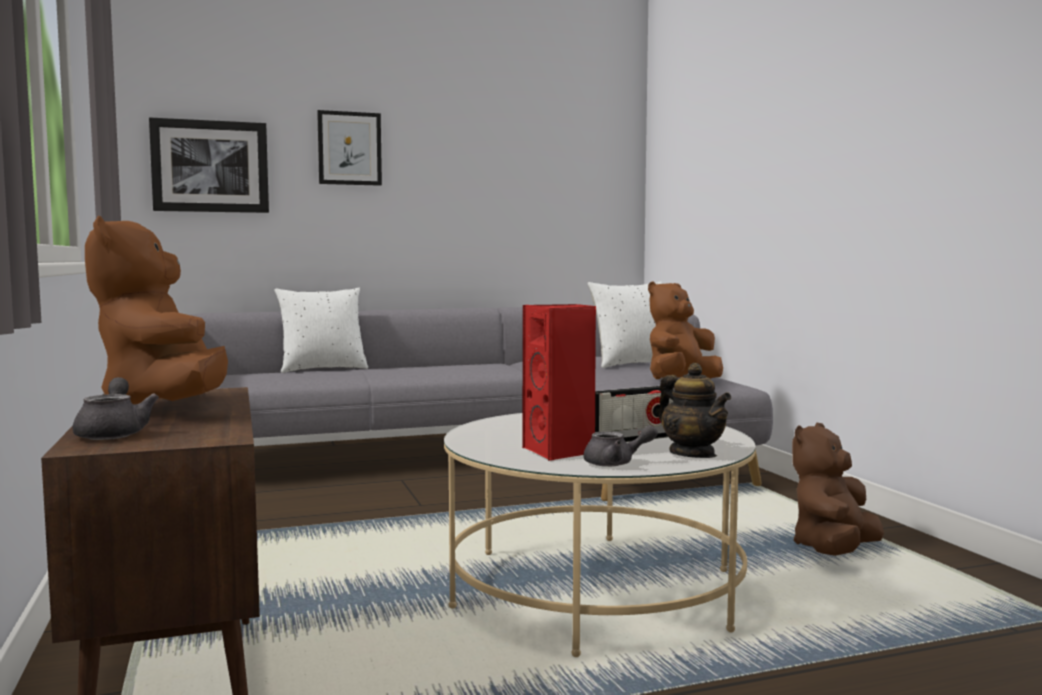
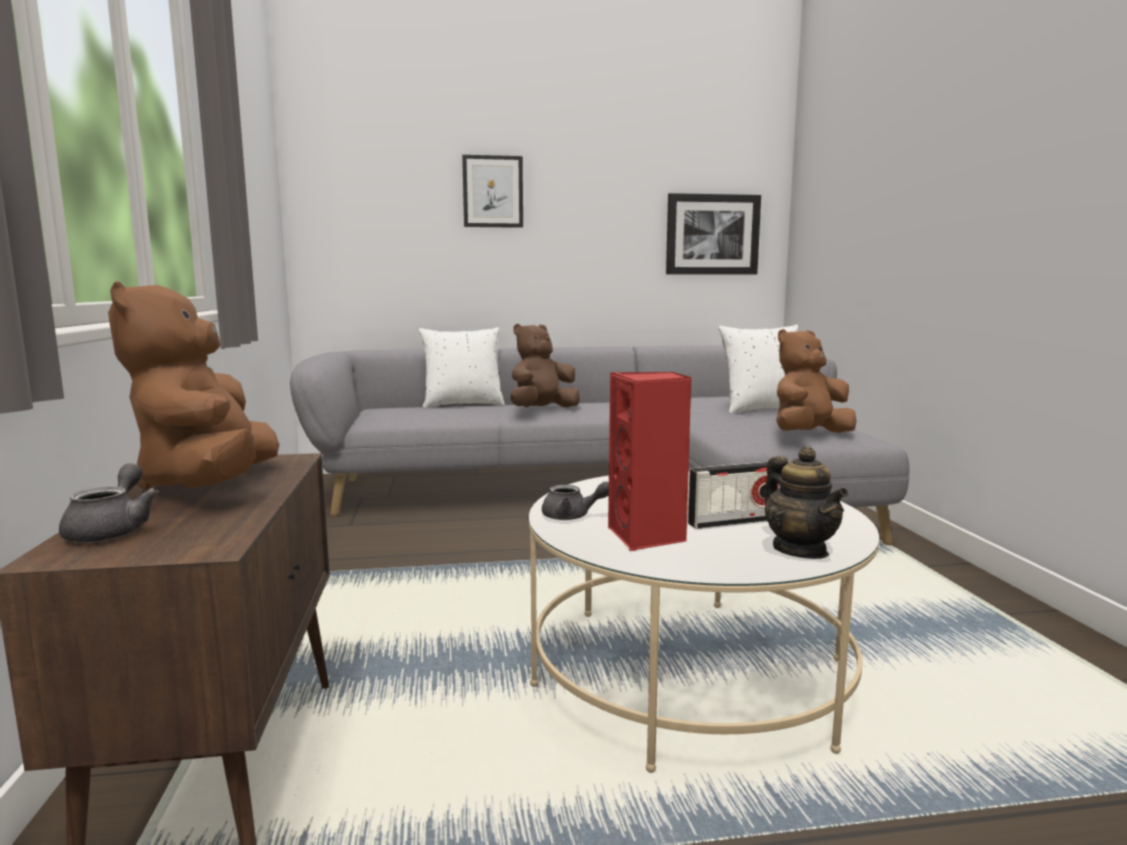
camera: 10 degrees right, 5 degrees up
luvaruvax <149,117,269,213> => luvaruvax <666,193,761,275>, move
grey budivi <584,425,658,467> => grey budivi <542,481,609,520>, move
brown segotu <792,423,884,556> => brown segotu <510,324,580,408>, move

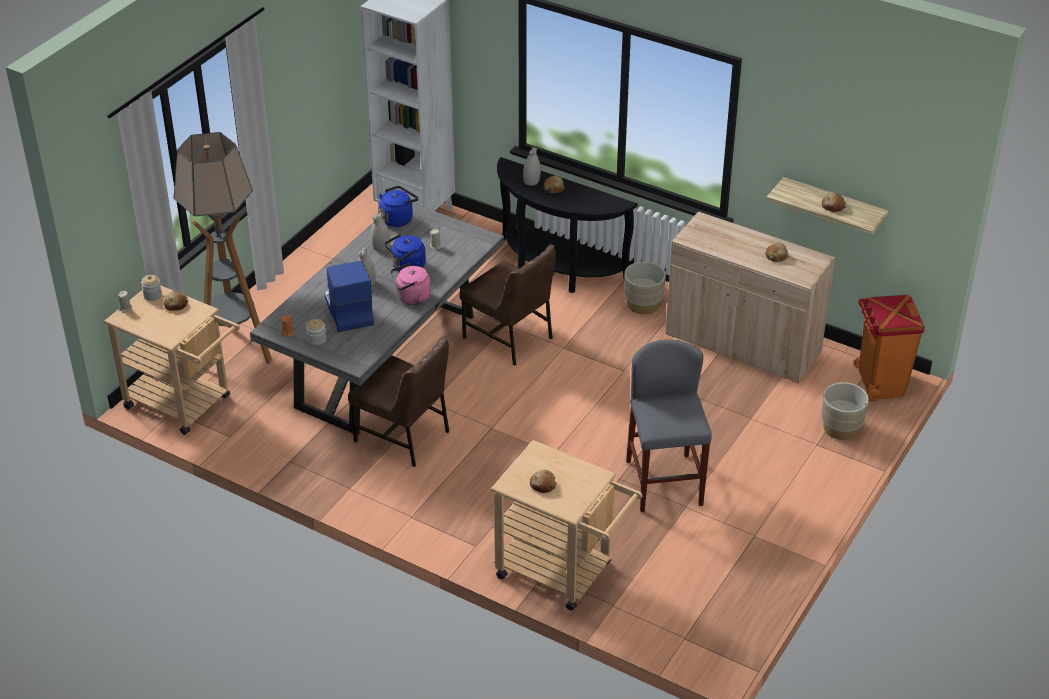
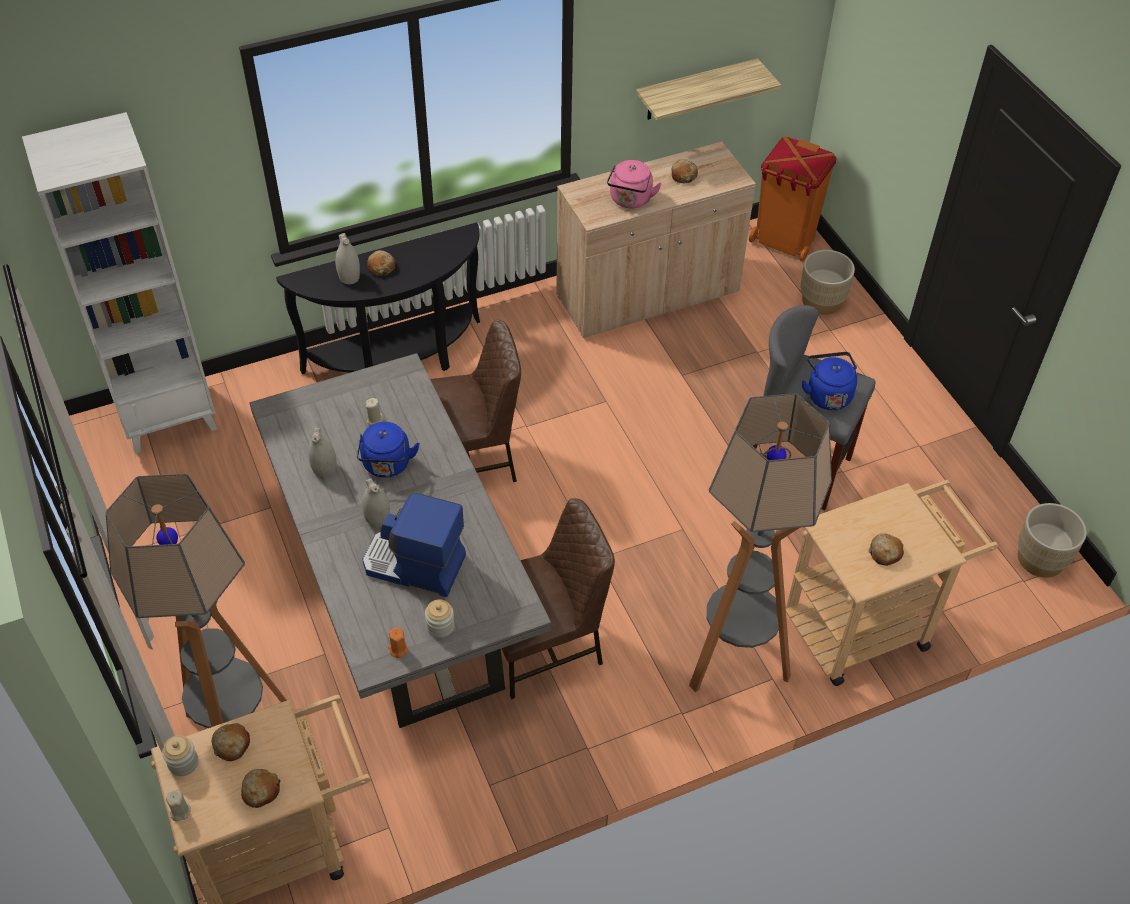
camera: 55 degrees left, 10 degrees up
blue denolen <379,186,418,227> => blue denolen <802,352,857,410>, move
pink denolen <391,263,431,305> => pink denolen <607,160,662,208>, move
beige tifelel <624,261,666,314> => beige tifelel <1018,503,1087,578>, move
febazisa <822,192,846,212> => febazisa <241,769,280,808>, move
nothing => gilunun <689,393,832,692>

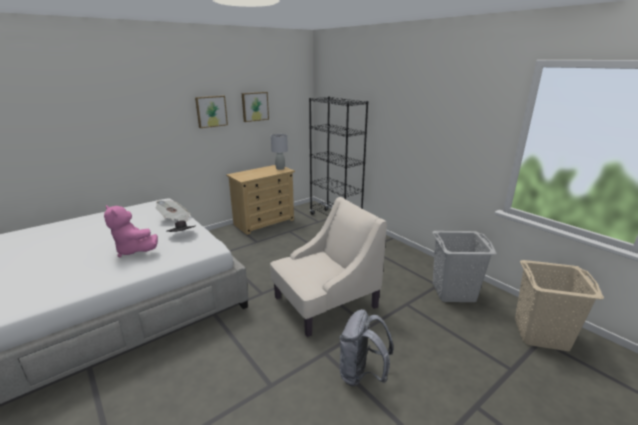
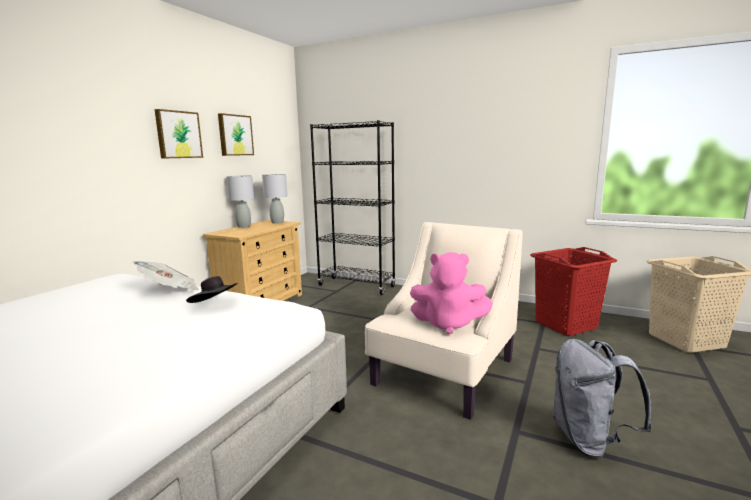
camera: 25 degrees left, 10 degrees down
pink segotu <104,205,158,257> => pink segotu <410,252,493,334>, move
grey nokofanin <432,231,497,302> => red nokofanin <530,247,618,336>
nothing => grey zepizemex <227,175,254,228>

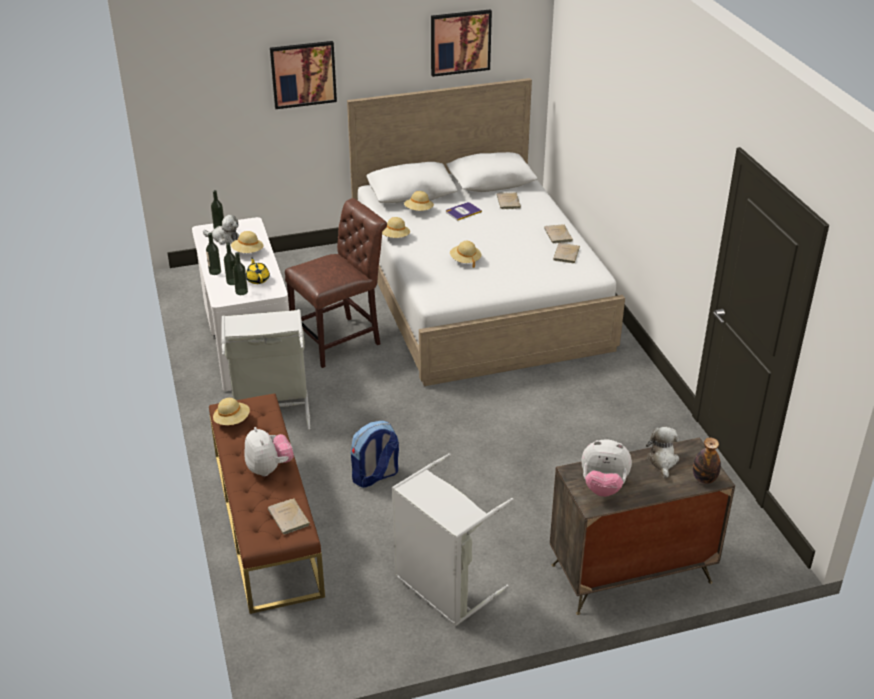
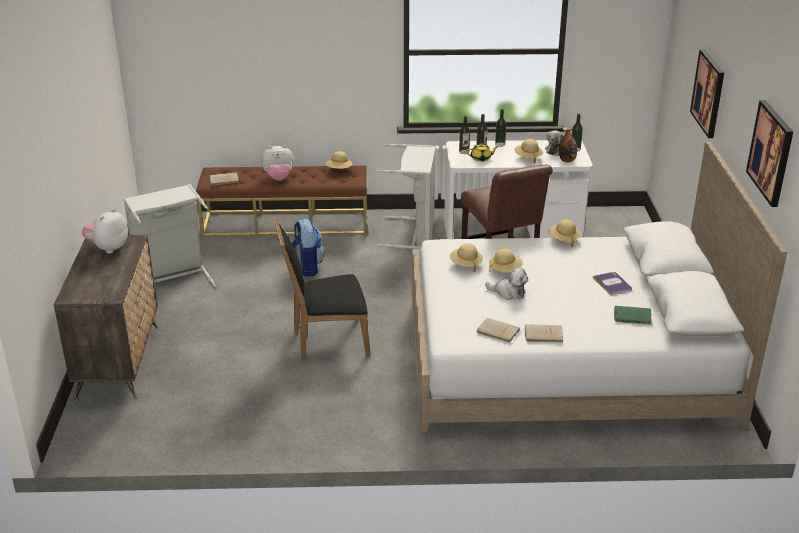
camera: 105 degrees right, 5 degrees down
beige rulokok <404,191,434,211> => beige rulokok <450,243,483,272>, move
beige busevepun <497,192,521,209> => green busevepun <614,306,652,325>
segotu <646,427,679,479> => segotu <485,268,528,300>, move
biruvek <693,438,721,484> => biruvek <559,126,577,162>, move
nothing => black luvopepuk <274,217,370,360>

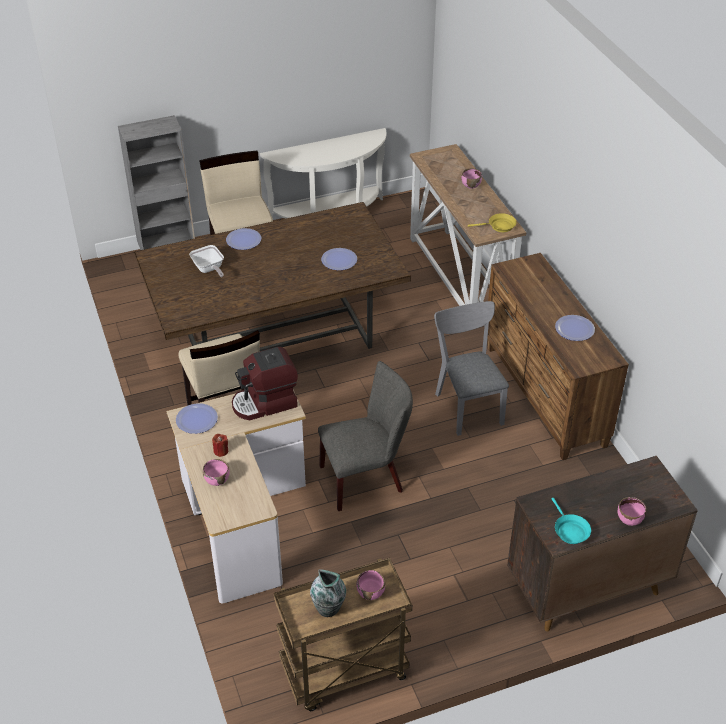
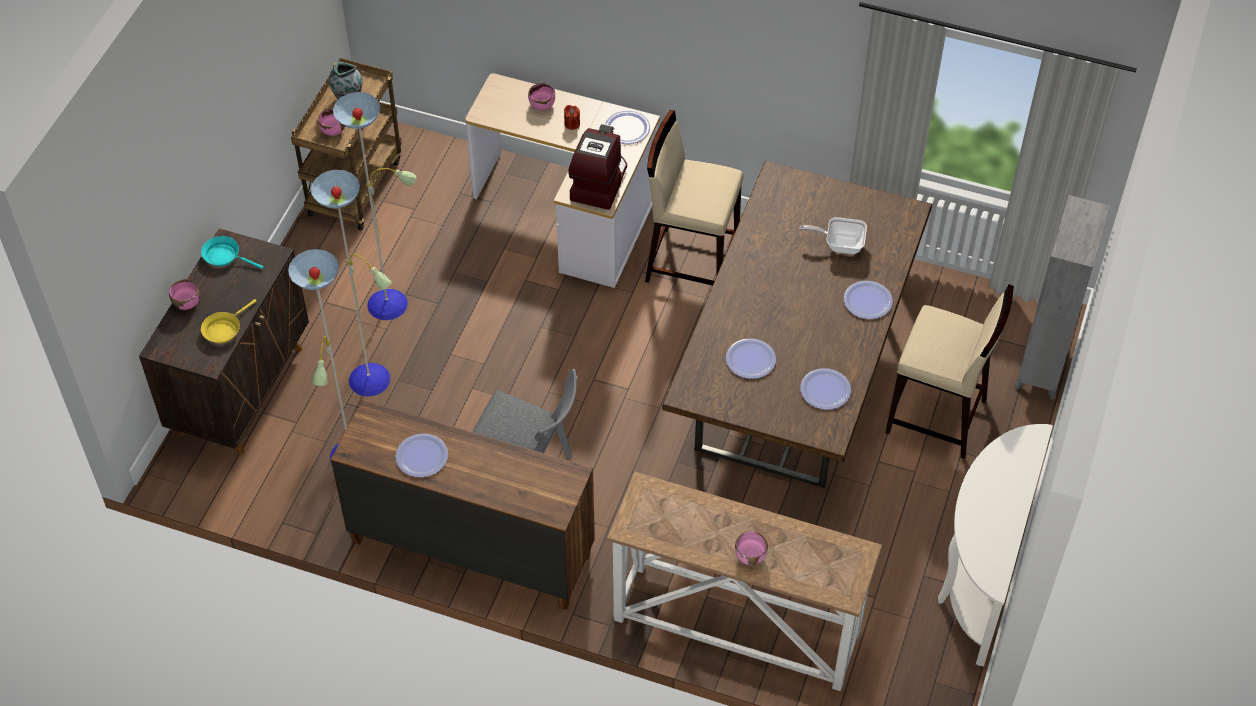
camera: 130 degrees right, 10 degrees up
grey luvopepuk <318,361,413,511> => nothing
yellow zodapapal <468,213,517,232> => yellow zodapapal <201,299,256,344>, move
nothing => gilunun <288,92,416,464>
nothing => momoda <800,368,851,410>

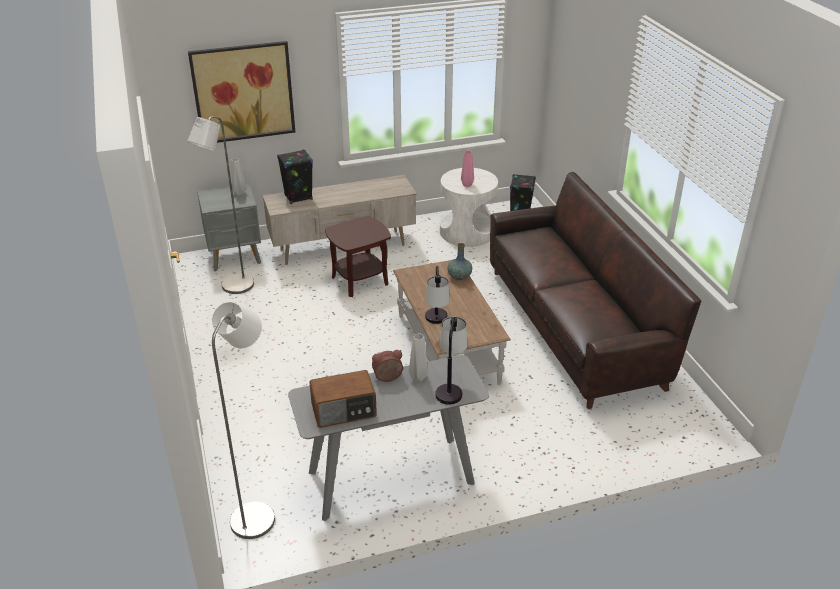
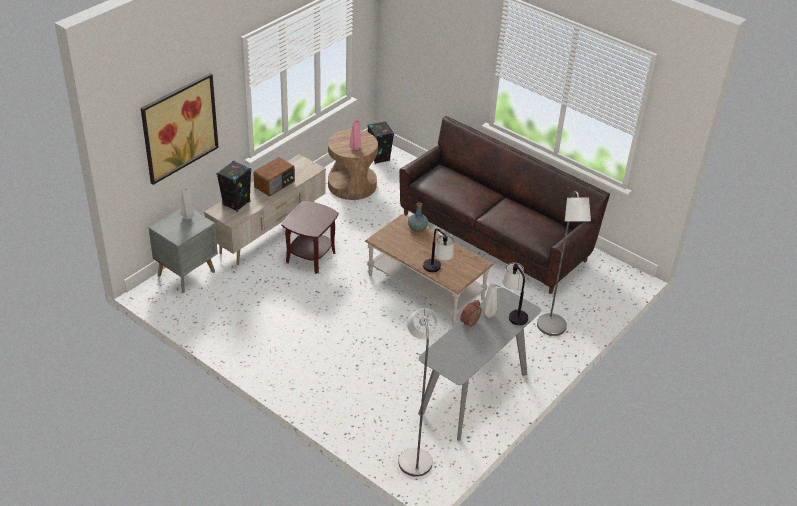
camera: 35 degrees left, 5 degrees up
grey gilunun <187,116,254,294> => grey gilunun <537,191,591,336>, move
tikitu <309,370,377,428> => tikitu <253,157,295,196>, move
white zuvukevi <440,168,498,247> => brown zuvukevi <328,129,378,200>

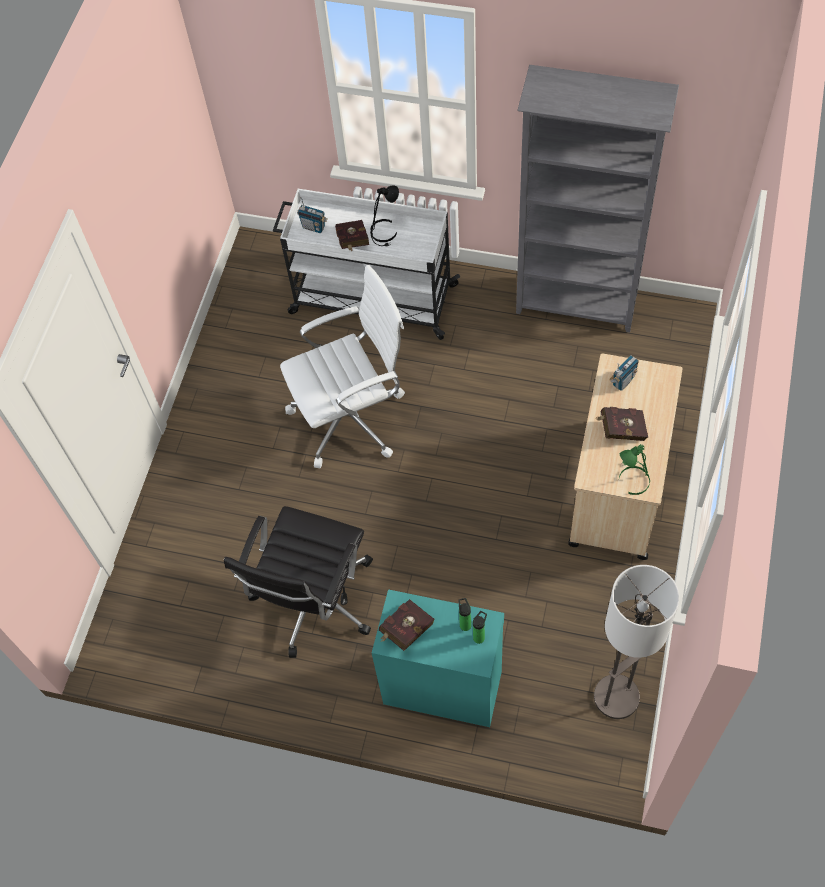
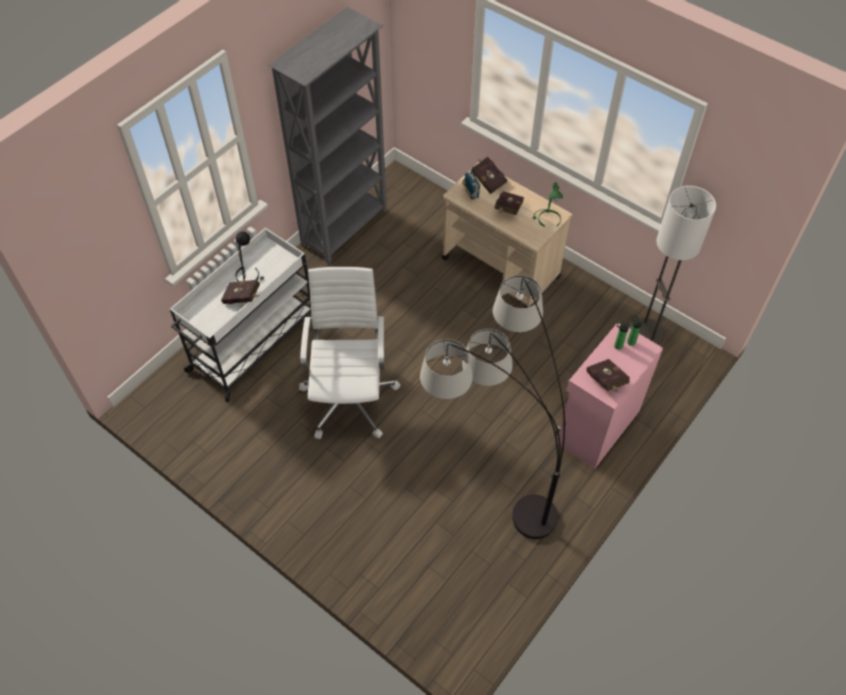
camera: 70 degrees left, 5 degrees down
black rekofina <224,506,373,658> => gilunun <420,275,566,539>
tikitu <297,197,328,233> => nothing
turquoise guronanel <372,589,504,727> => pink guronanel <556,321,663,469>
nothing => red busevepun <470,157,508,194>

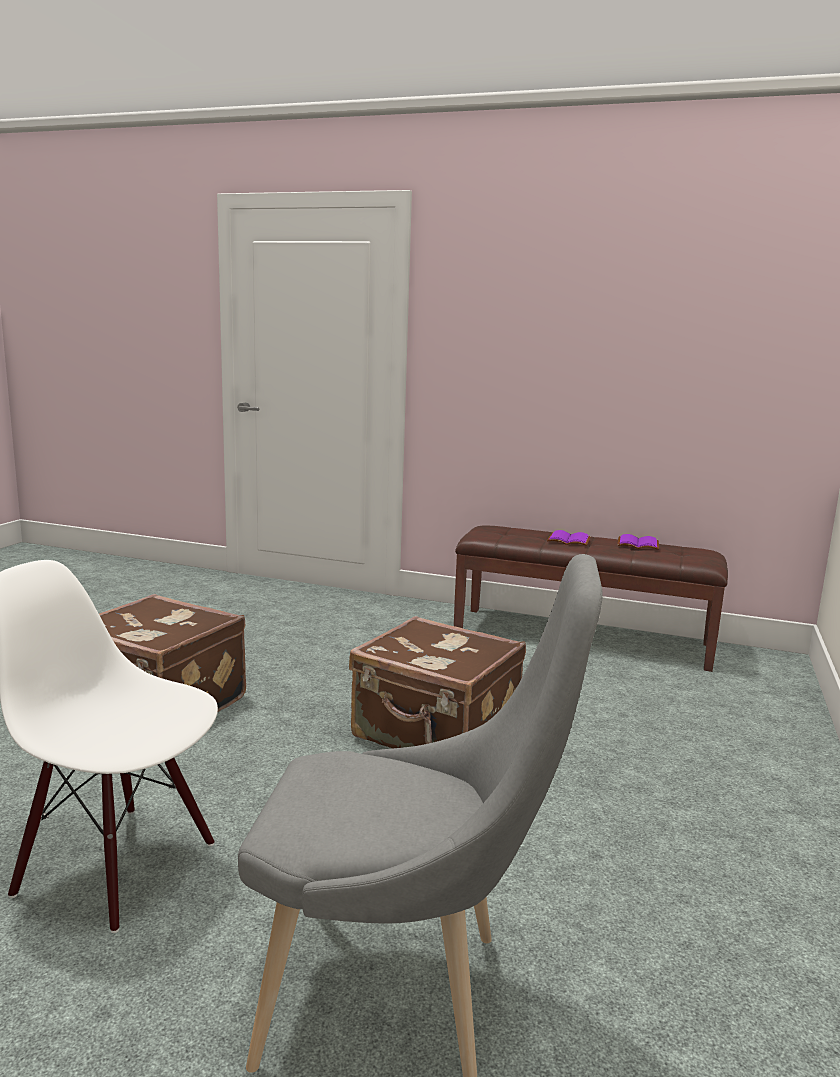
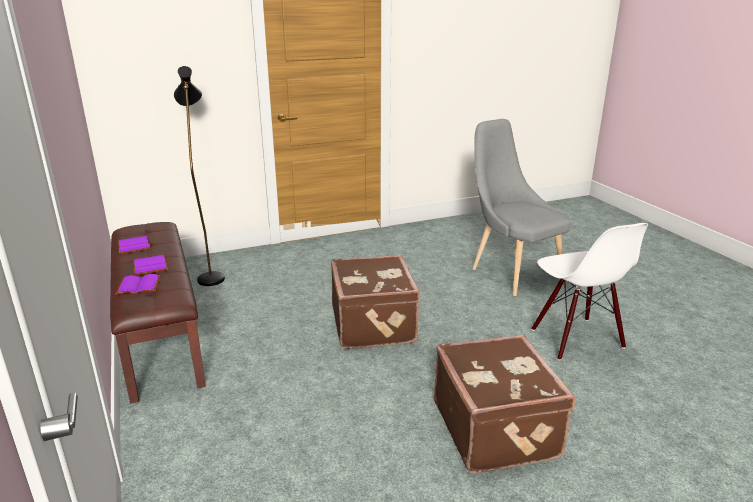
camera: 130 degrees left, 10 degrees up
nothing => purple busevepun <116,274,161,295>
nothing => black gilunun <174,66,225,286>

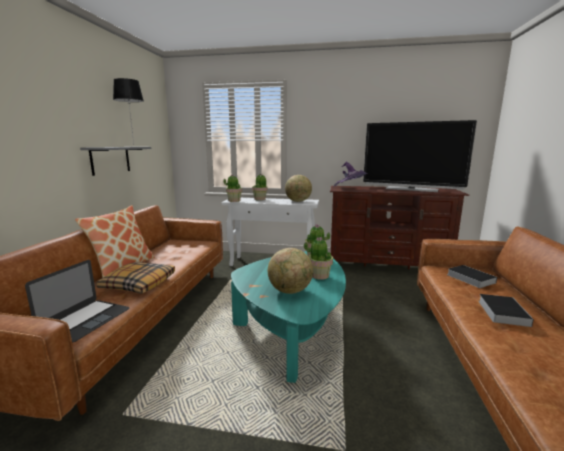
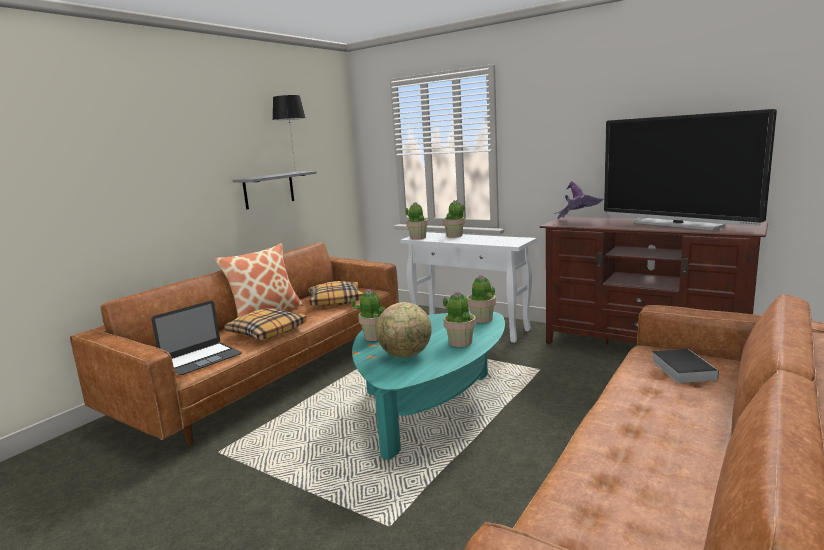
camera: 25 degrees right, 0 degrees up
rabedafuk <285,175,312,202> => nothing
busevepun <479,294,534,327> => nothing
nothing => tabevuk <308,281,363,306>
nothing => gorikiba <350,289,385,341>

